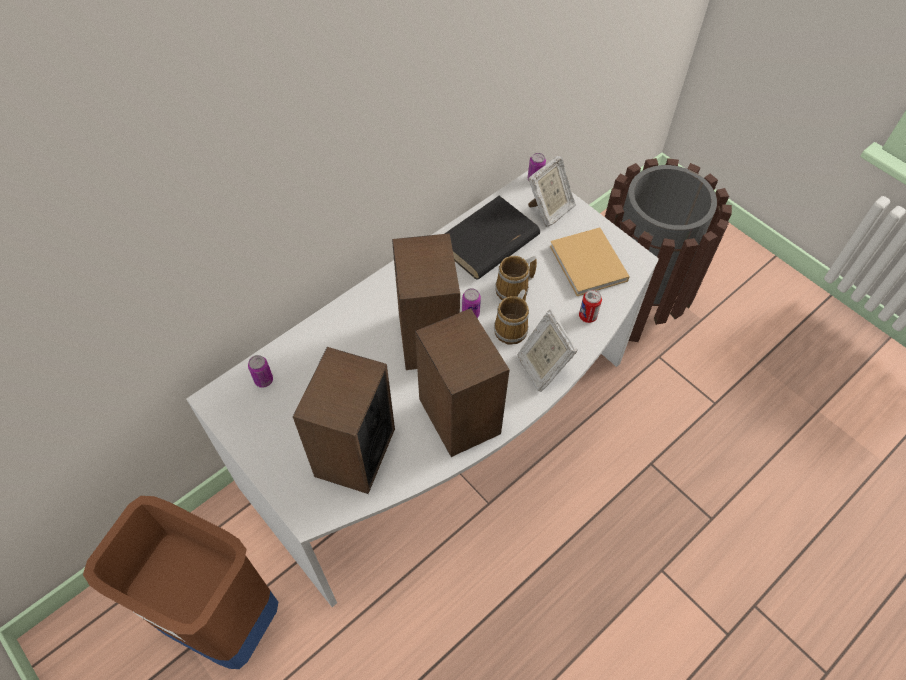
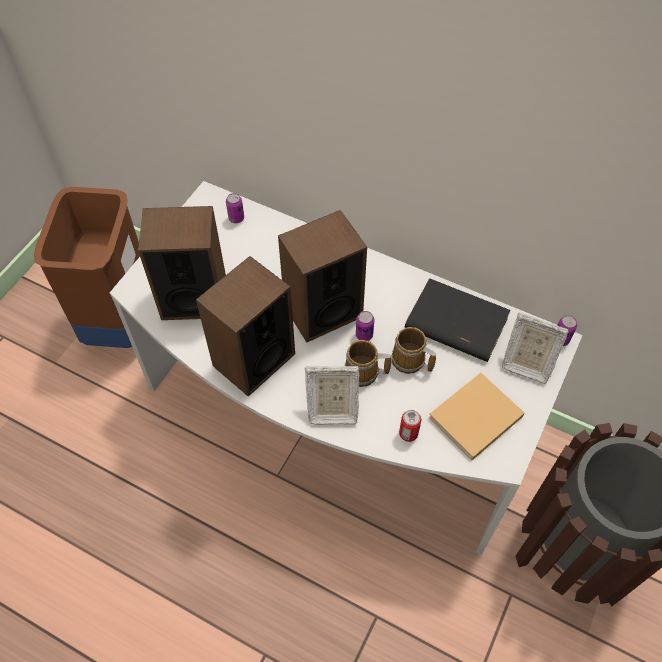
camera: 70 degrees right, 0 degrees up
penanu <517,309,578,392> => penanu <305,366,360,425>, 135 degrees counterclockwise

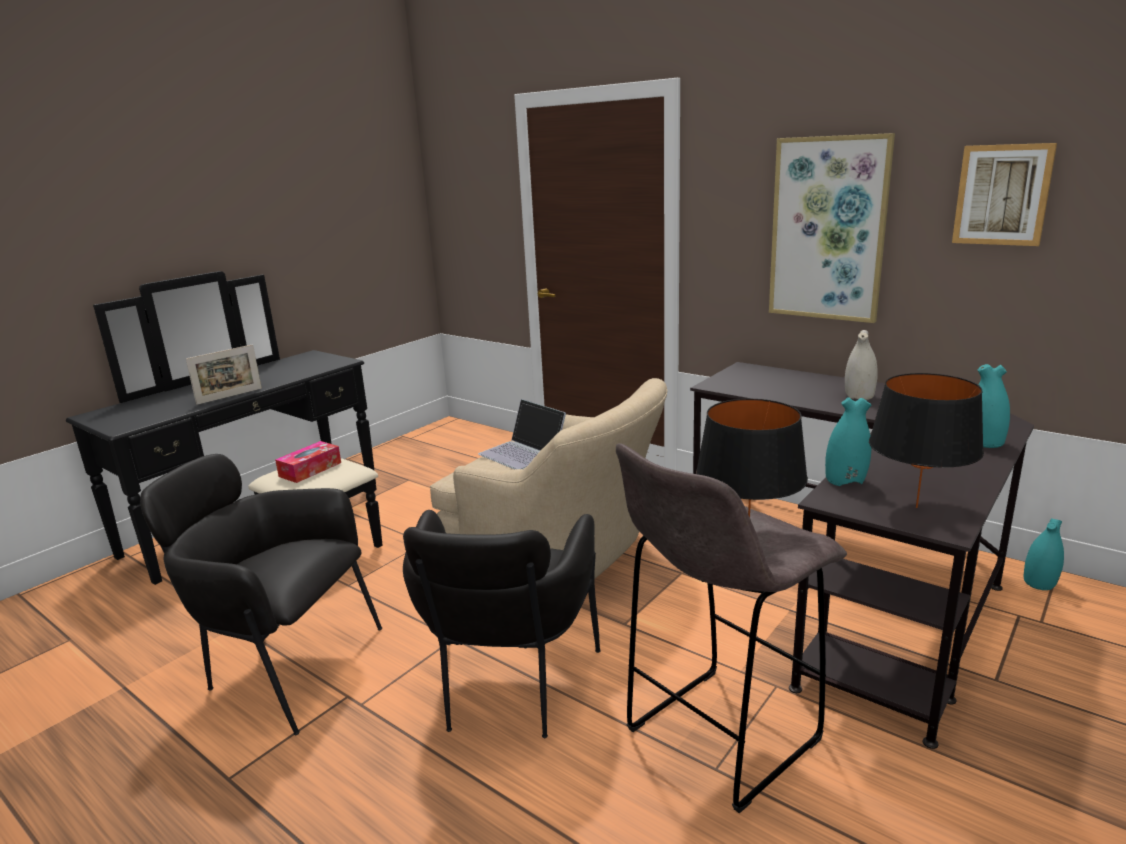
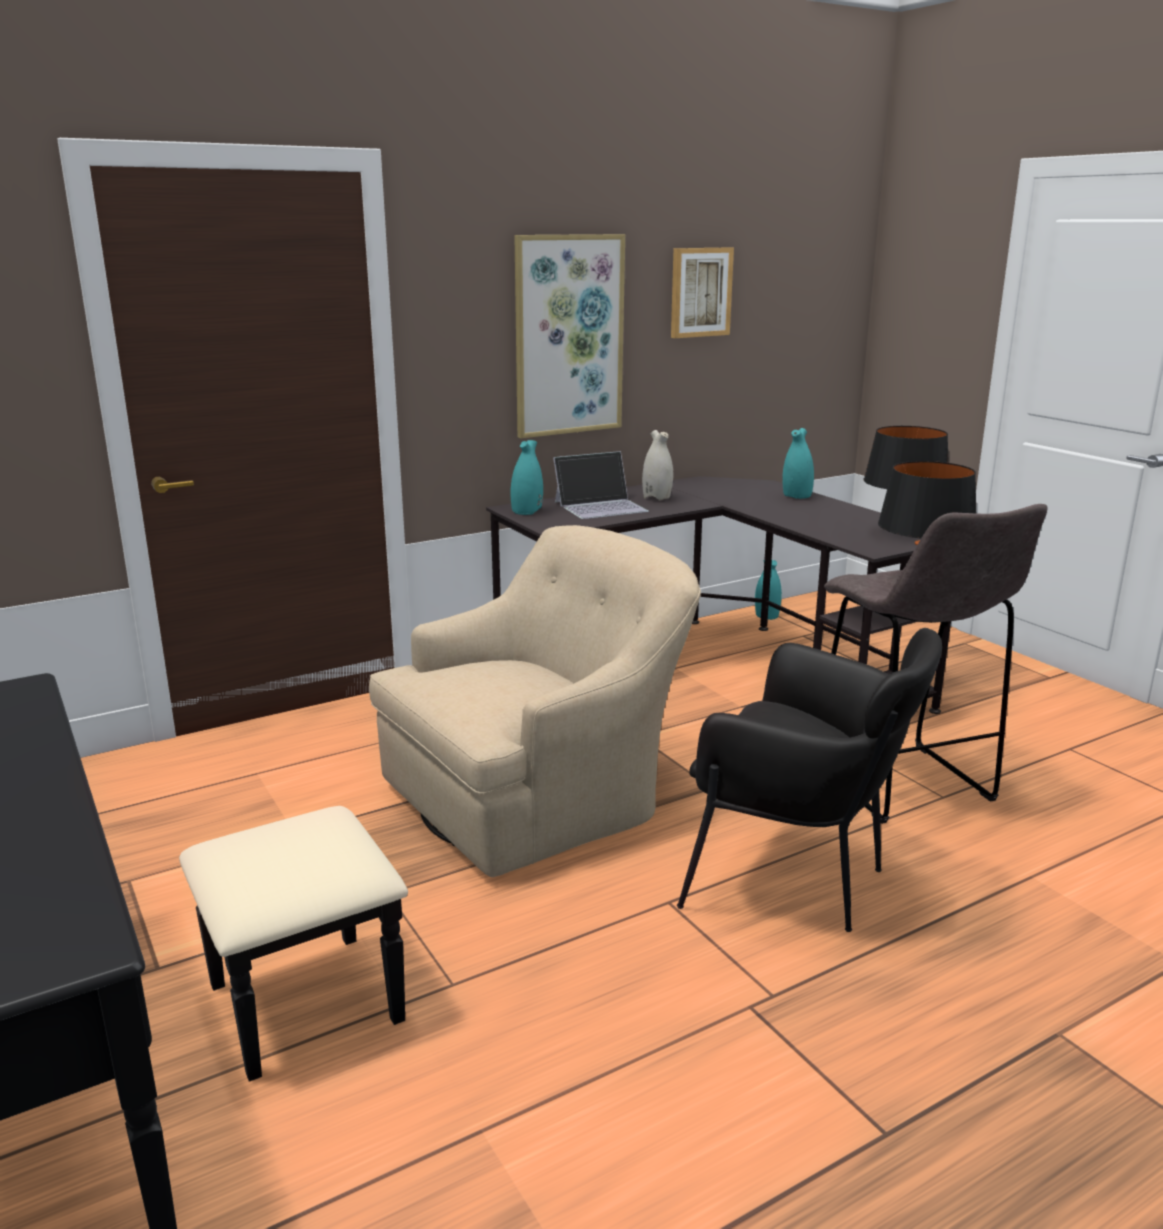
camera: 70 degrees left, 0 degrees up
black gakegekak <140,454,382,735> => nothing
penanu <186,344,262,405> => nothing
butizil <275,441,341,483> => nothing
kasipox <478,399,566,469> => kasipox <553,451,649,519>, move
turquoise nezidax <825,397,872,486> => turquoise nezidax <510,440,543,515>, move

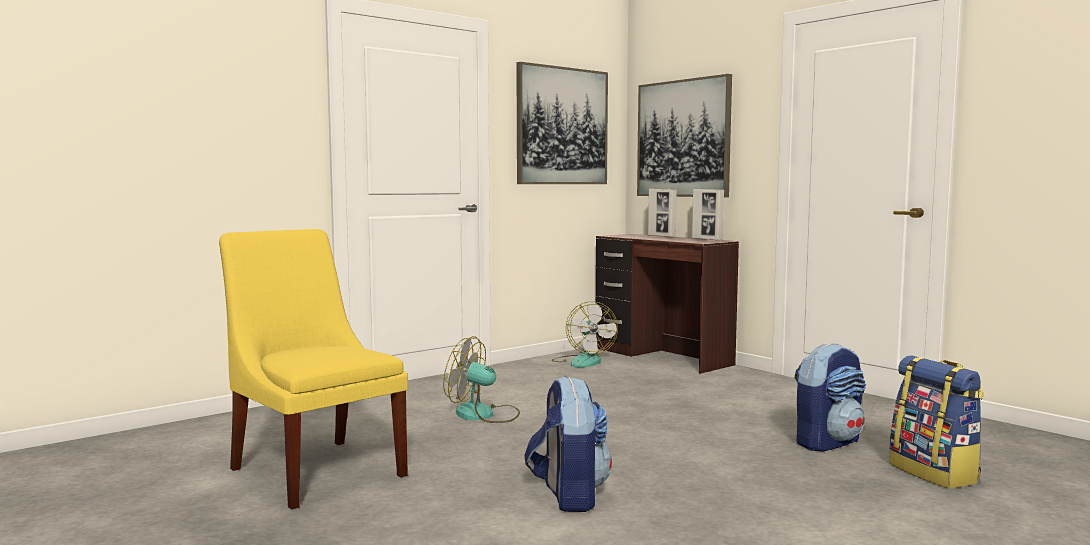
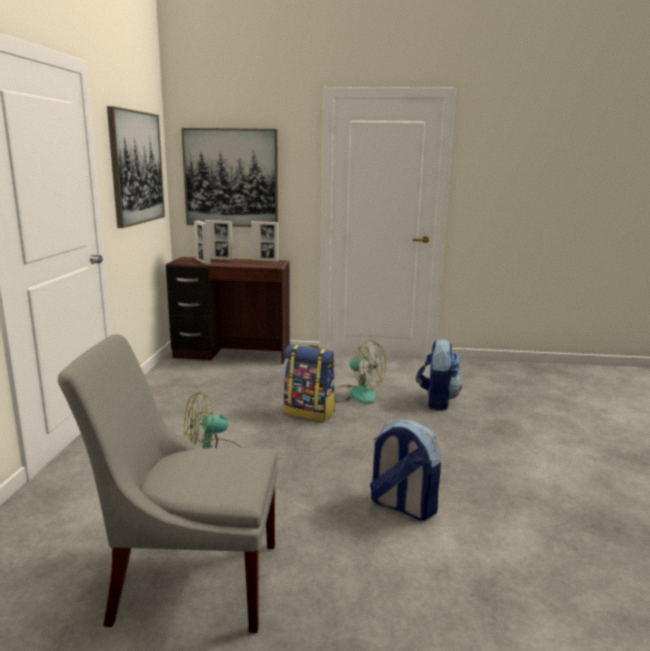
camera: 45 degrees left, 10 degrees up
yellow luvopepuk <219,229,408,509> => grey luvopepuk <58,334,278,633>
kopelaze <552,301,618,368> => kopelaze <334,340,386,404>, move
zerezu <889,355,984,489> => zerezu <283,345,335,422>, move
nothing => penanu <194,221,211,264>

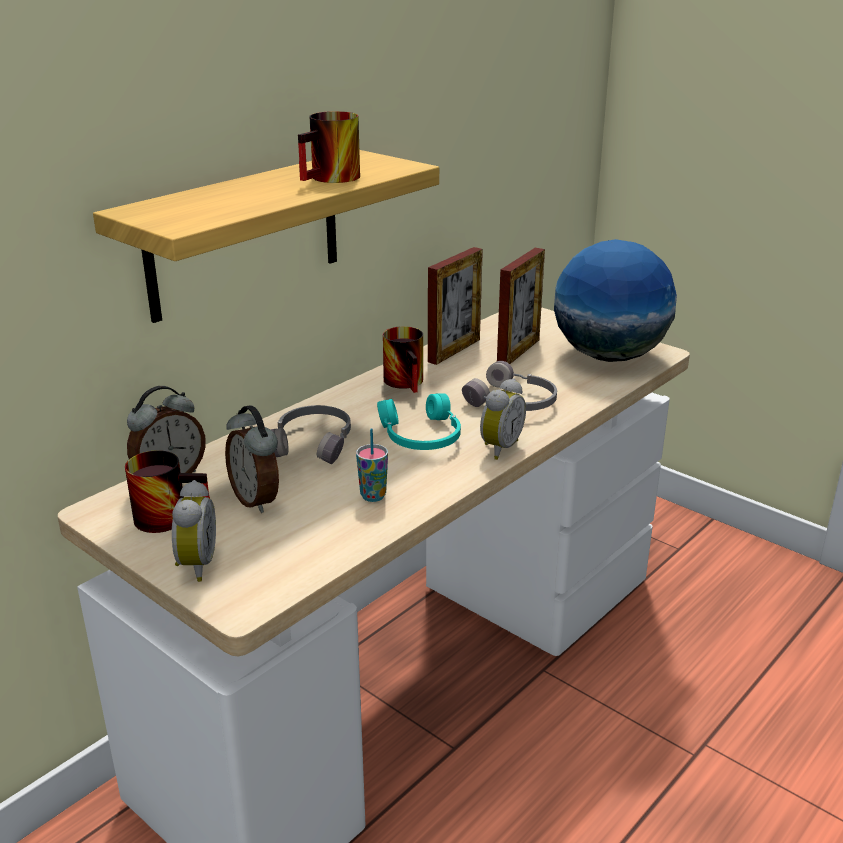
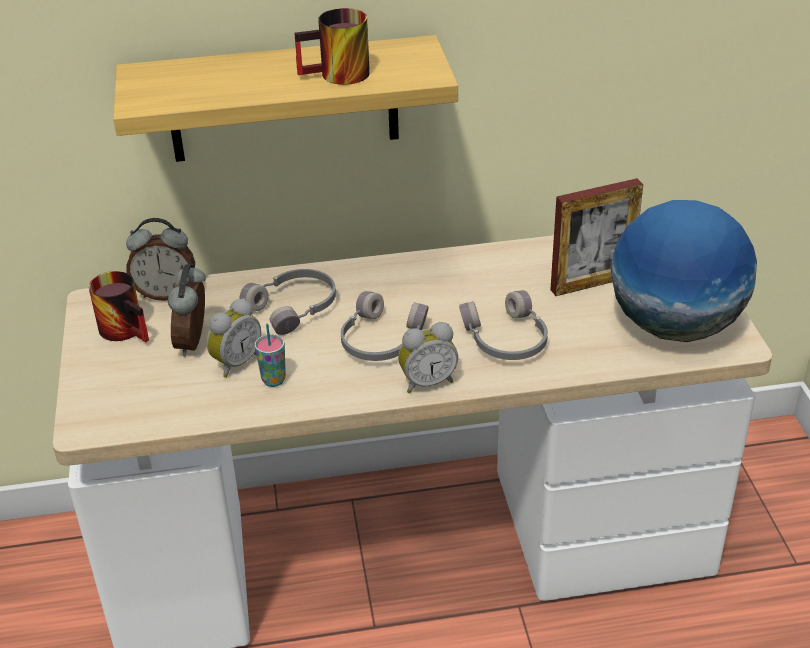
camera: 40 degrees right, 10 degrees up
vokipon <172,480,216,582> => vokipon <206,298,261,378>, move
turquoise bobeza <377,393,461,450> => grey bobeza <341,291,428,361>
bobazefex <383,326,423,393> => nothing
penanu <428,247,483,365> => nothing

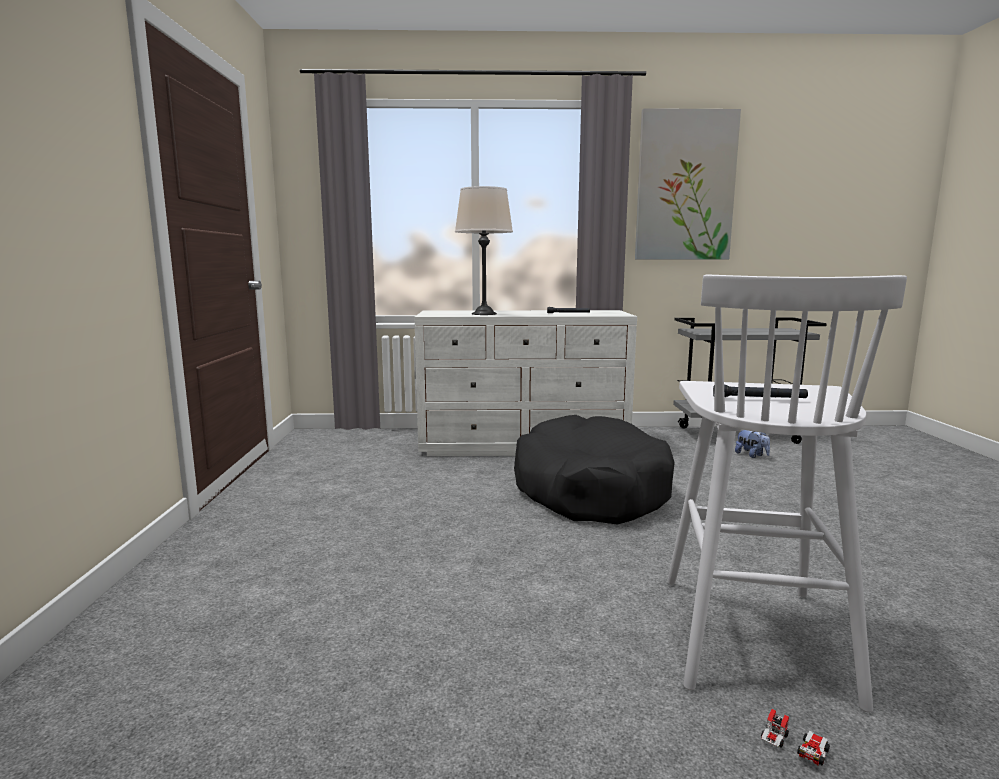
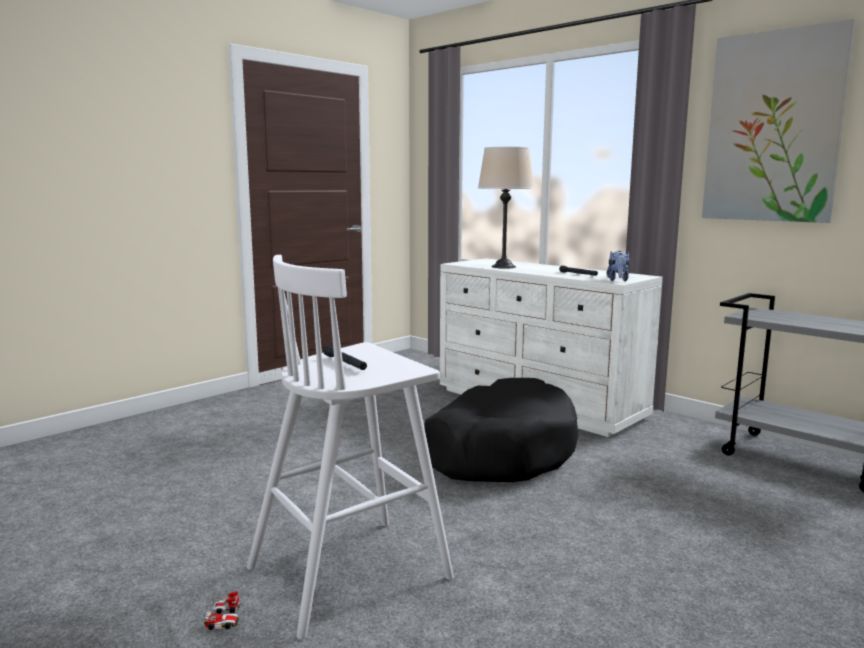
camera: 45 degrees right, 0 degrees up
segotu <735,430,770,458> => segotu <607,251,630,281>, move

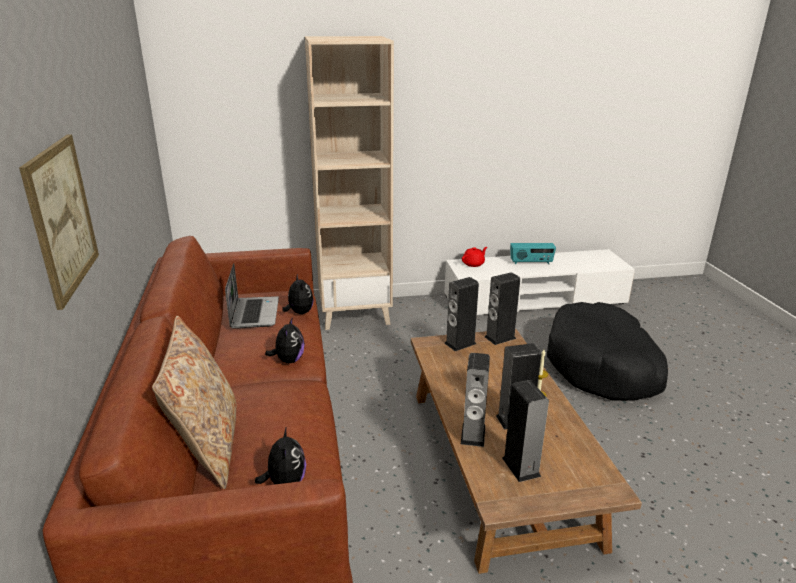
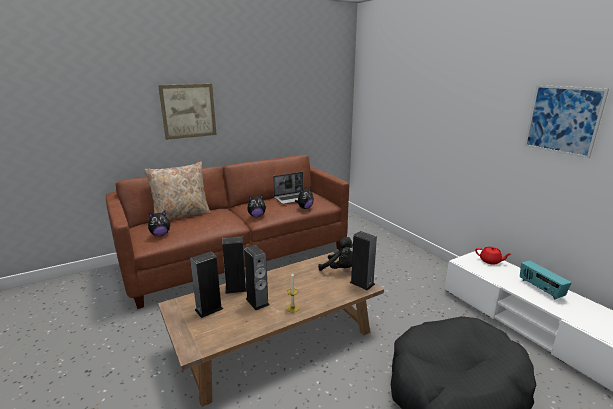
camera: 70 degrees right, 5 degrees down
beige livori <305,36,394,330> => nothing
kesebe <444,277,479,351> => black segotu <318,237,353,271>
nothing => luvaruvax <524,85,609,158>

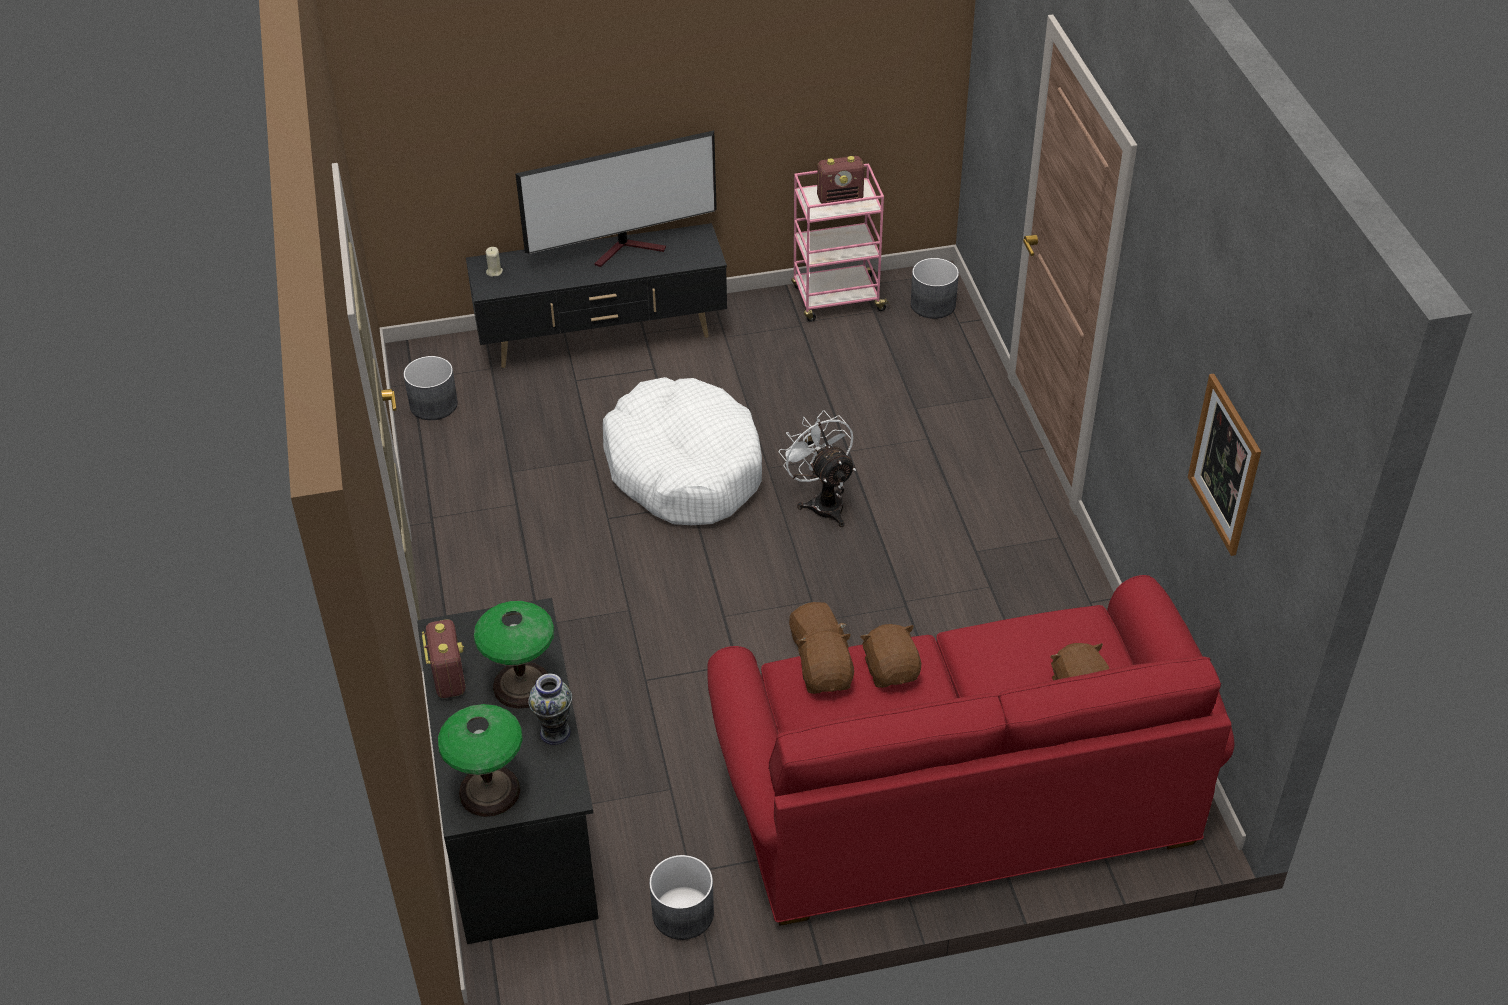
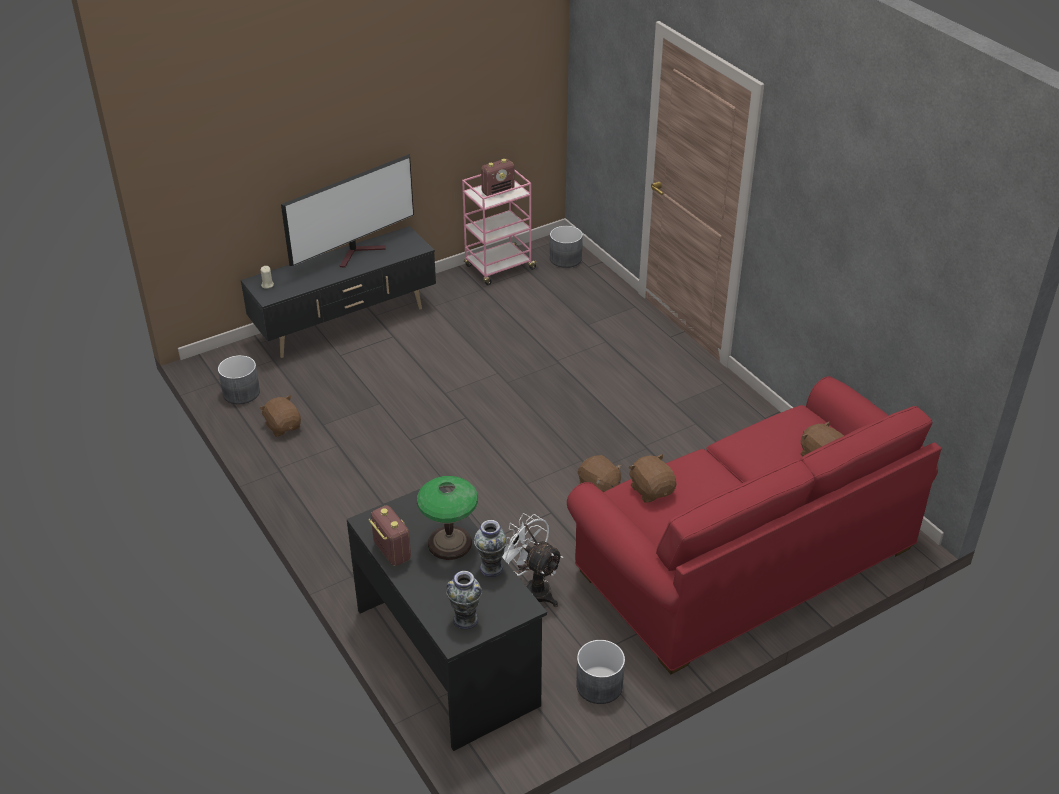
camera: 20 degrees left, 5 degrees down
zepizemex <438,704,523,817> => nezidax <446,571,482,629>
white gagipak <603,377,762,525> => nothing
white kopelaze <779,410,856,527> => white kopelaze <502,513,563,607>, move
brown segotu <860,624,921,688> => brown segotu <259,395,301,437>, move
luvaruvax <1188,374,1261,556> => nothing

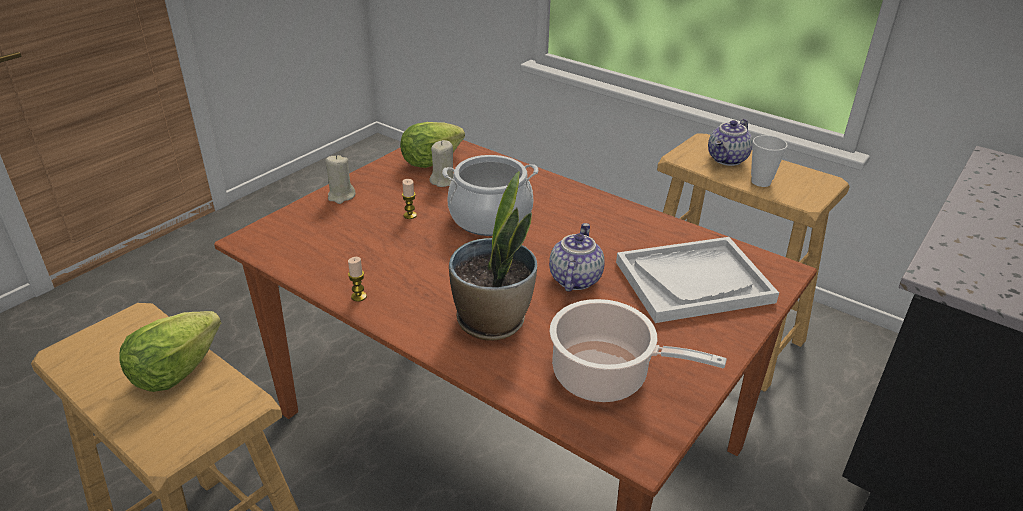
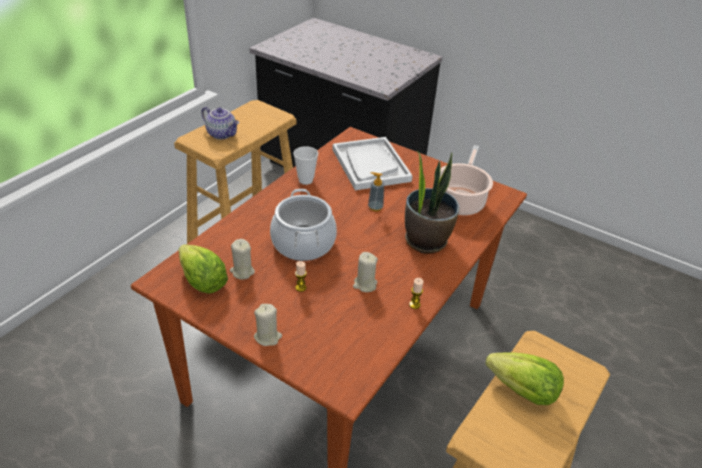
camera: 95 degrees left, 5 degrees up
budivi <549,223,605,292> => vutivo <368,172,384,211>
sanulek <751,135,788,187> => sanulek <293,146,318,185>, move
nothing => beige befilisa <353,252,378,292>

